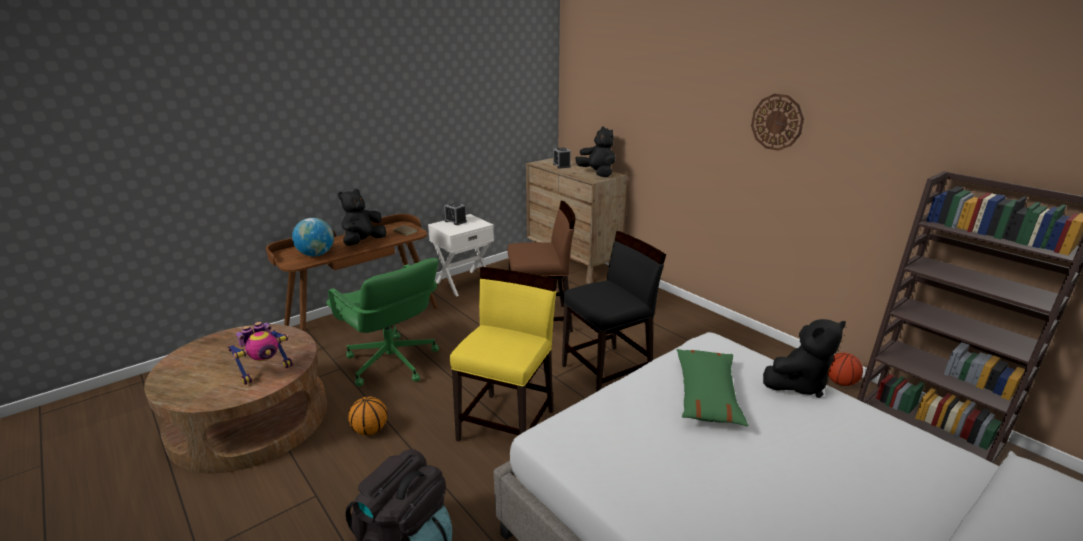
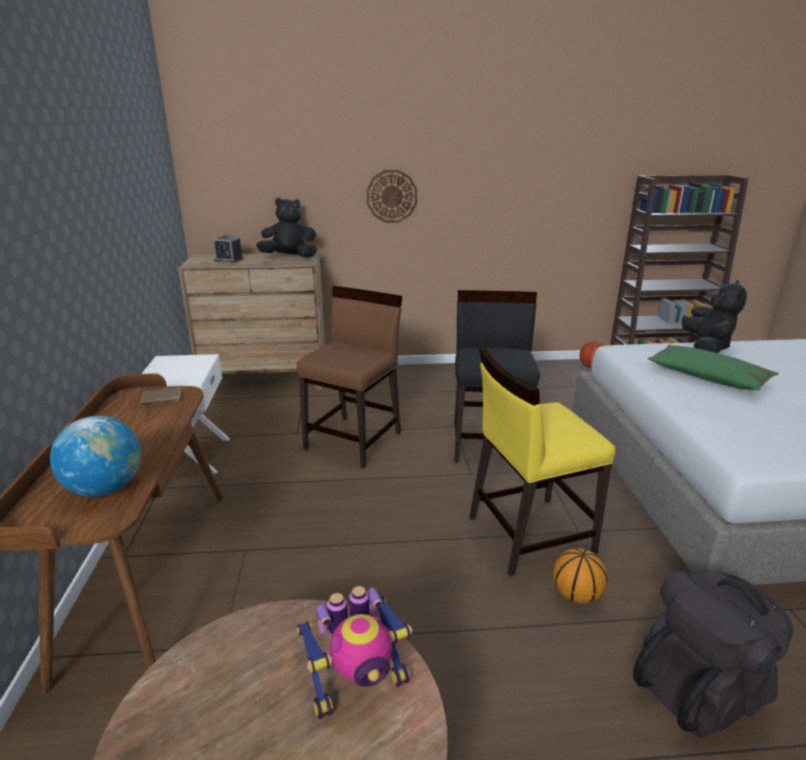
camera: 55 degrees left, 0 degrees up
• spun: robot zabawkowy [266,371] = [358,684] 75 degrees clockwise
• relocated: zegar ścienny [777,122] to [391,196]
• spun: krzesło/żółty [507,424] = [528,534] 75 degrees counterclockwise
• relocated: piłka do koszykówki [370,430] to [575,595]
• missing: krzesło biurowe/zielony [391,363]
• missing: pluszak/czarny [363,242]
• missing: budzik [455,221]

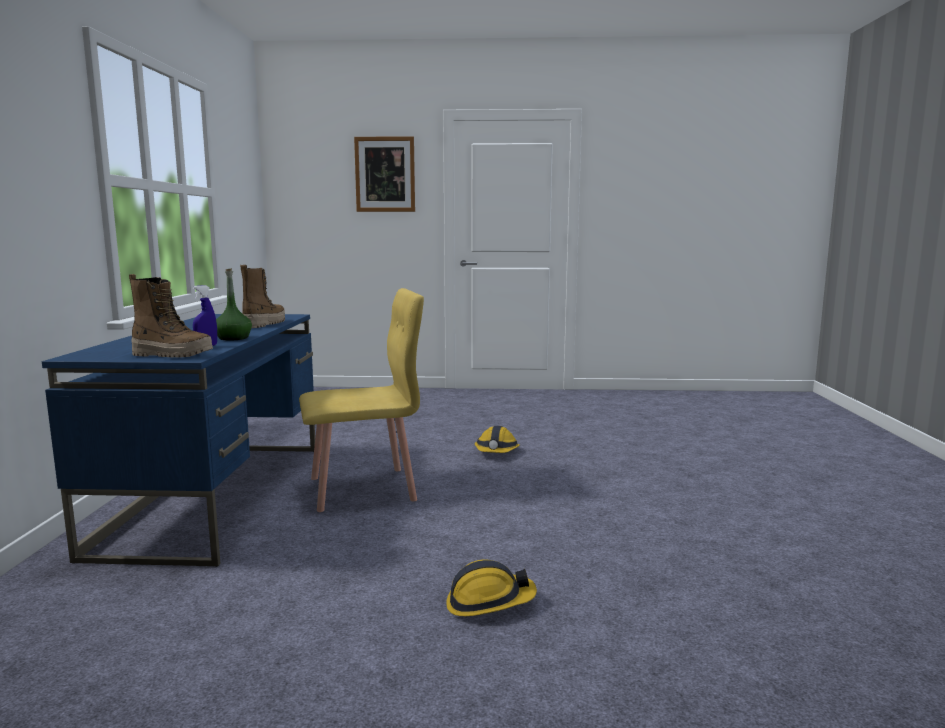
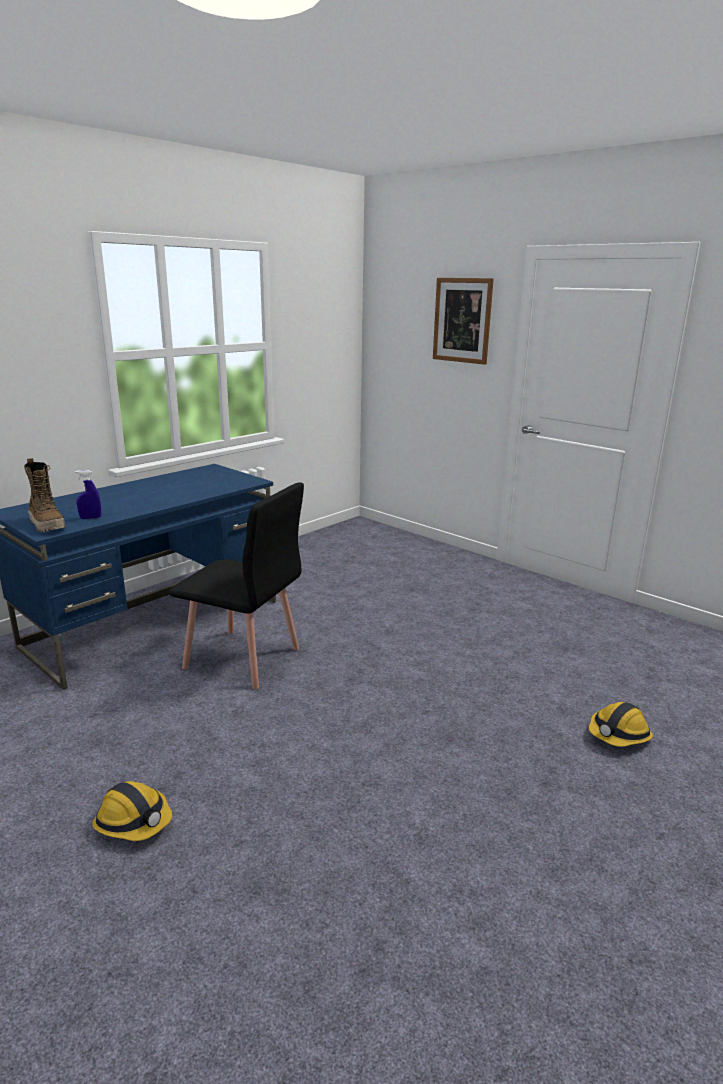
camera: 40 degrees right, 10 degrees up
• colour: krzesło/żółty [363,489] to krzesło/czarny [243,658]
• relocated: kask [496,452] to [618,735]
• missing: butelka/zielony [233,338]
• missing: but z cholewką [264,324]

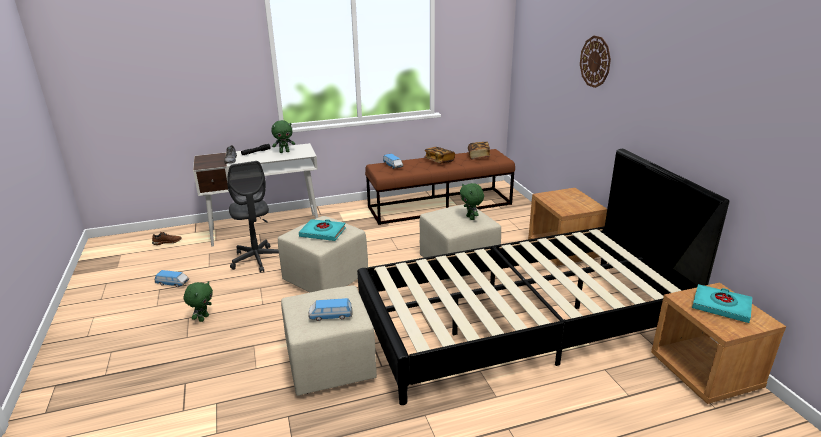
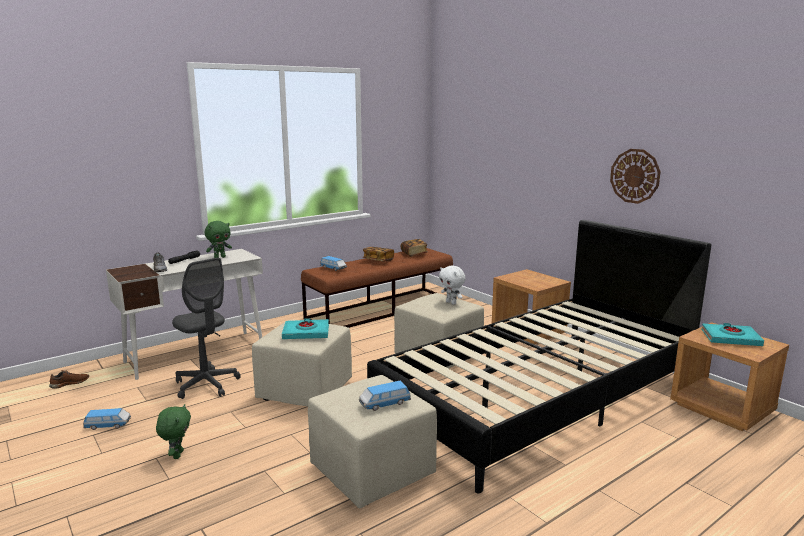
camera: 20 degrees left, 10 degrees down
• colour: pluszak/zielony [471,218] to pluszak/biały [451,303]
• relocated: zegar ścienny [595,61] to [635,176]

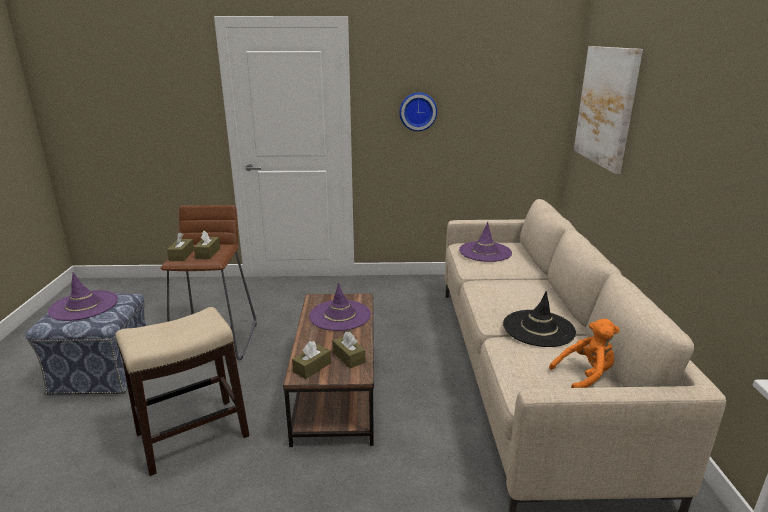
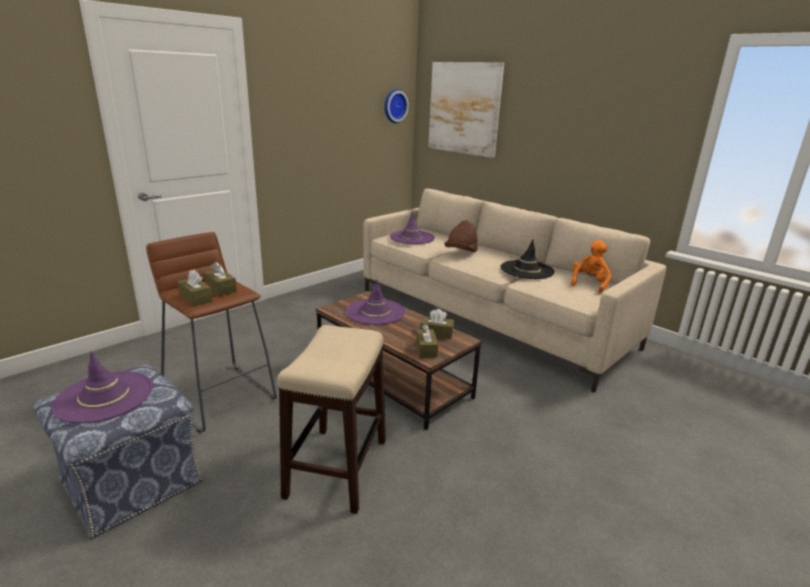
camera: 45 degrees left, 0 degrees up
• relocated: zegar ścienny [418,111] to [394,106]
• appeared: kapelusz/brązowy [461,252]

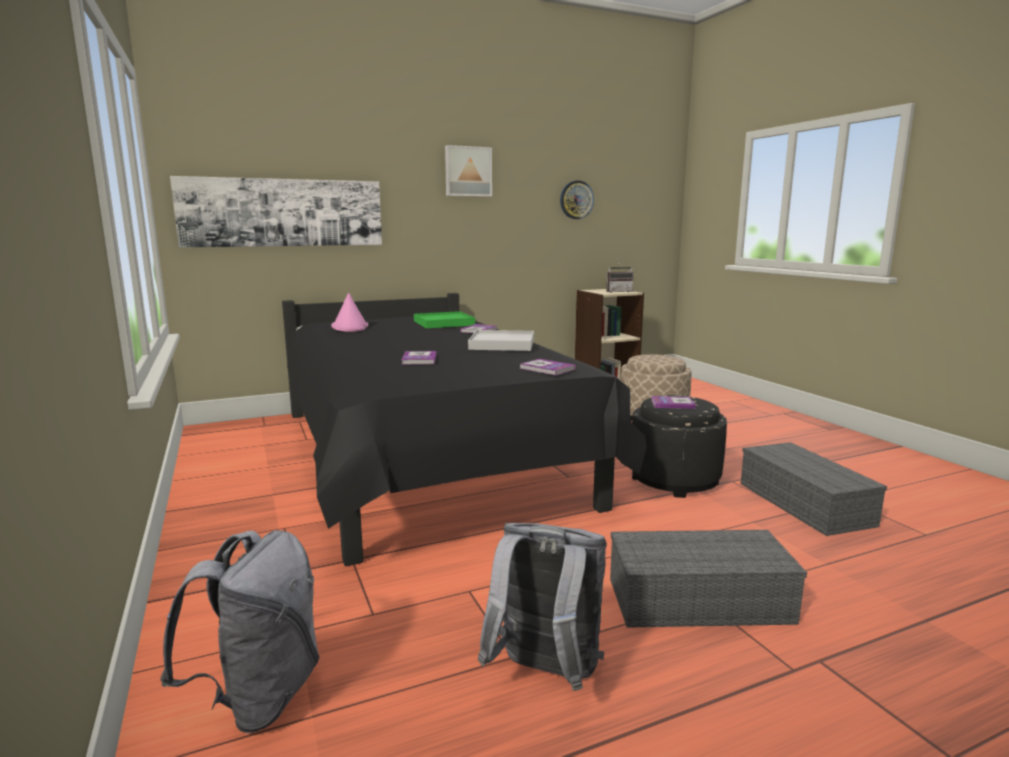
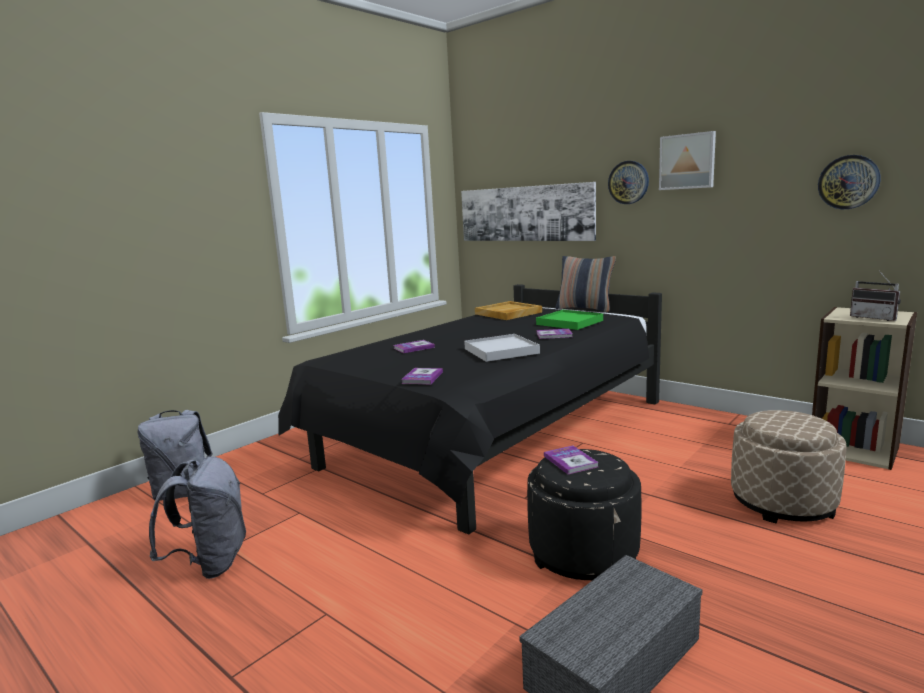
camera: 65 degrees right, 0 degrees up
• exchanged: kapelusz/różowy [350,327] to taca/beżowy [508,313]
• appeared: poduszka [584,309]
• appeared: zegar ścienny [628,182]
• missing: pojemnik do przechowywania/szary [696,601]

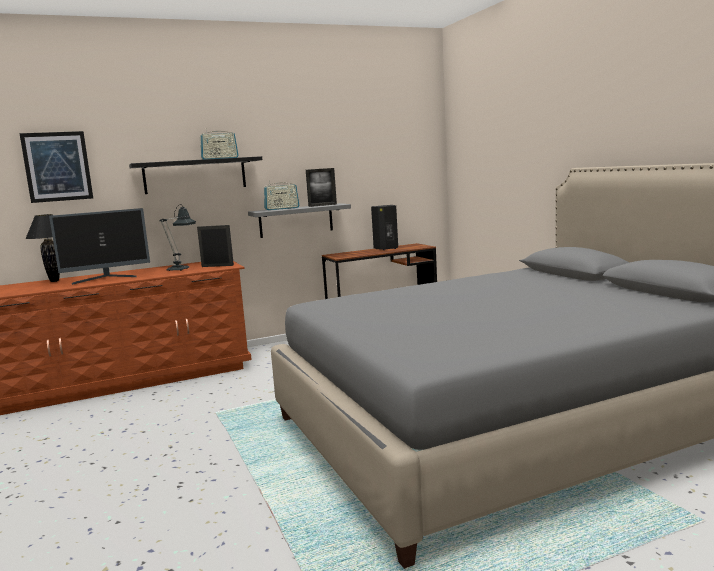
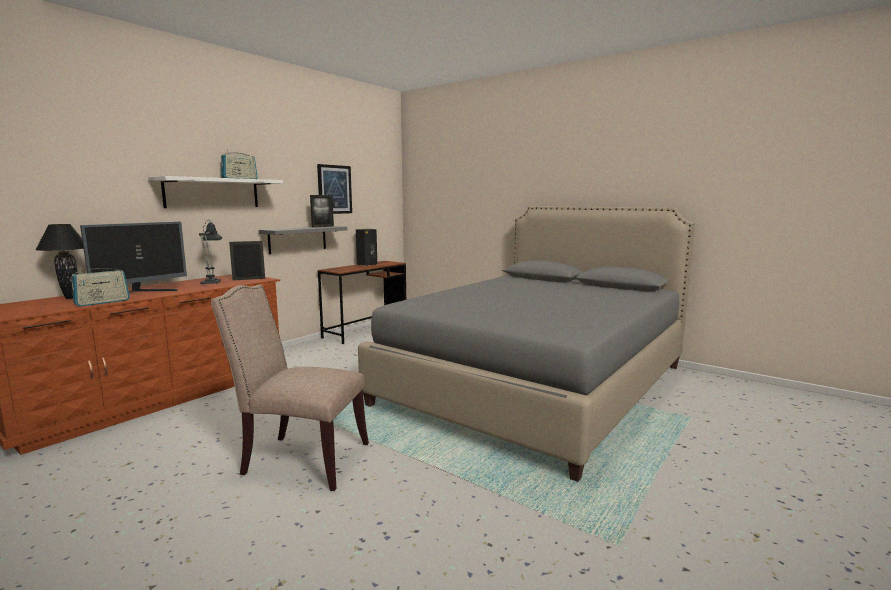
camera: 30 degrees left, 0 degrees up
• relocated: radio [282,209] to [102,302]
• colour: półka/czarny [195,175] to półka/biały [212,193]
• appeared: krzesło/beżowy [300,459]
• relocated: obraz [57,166] to [334,189]

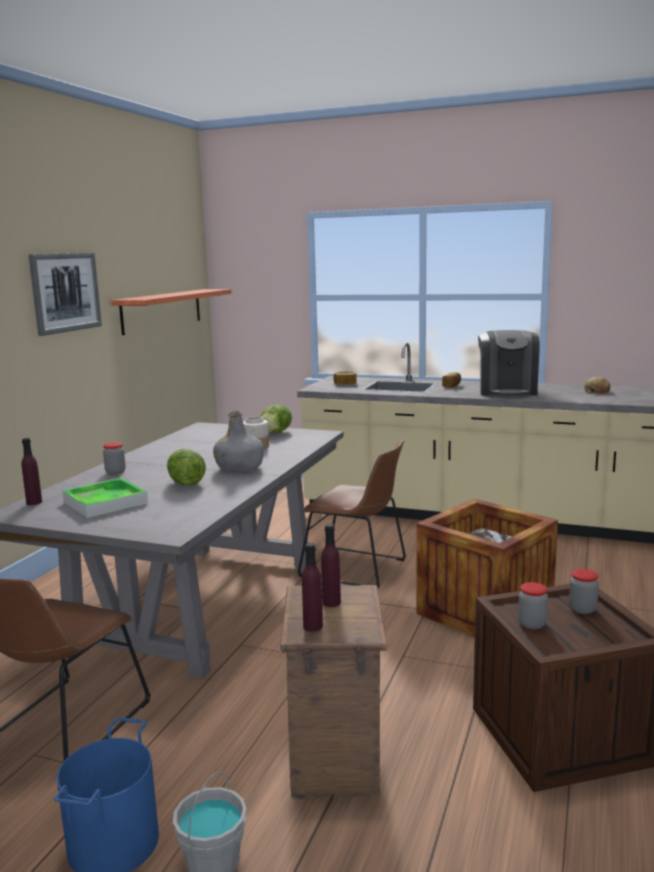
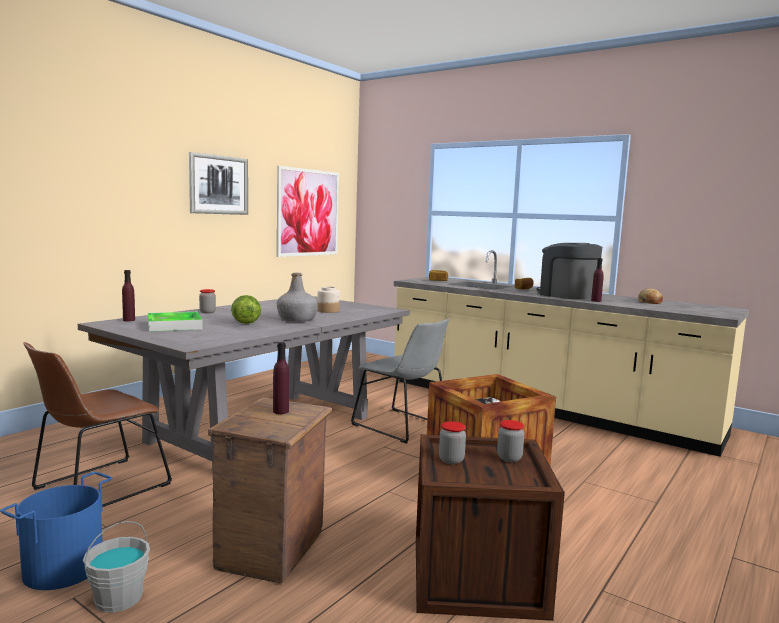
camera: 15 degrees right, 5 degrees down
• exchanged: półka [162,310] to obraz [308,212]
• colour: krzesło/brązowy [357,569] to krzesło/szary [402,426]
• spun: ekspres do kawy [507,391] = [566,295] 120 degrees clockwise
• relocated: butelka/fioletowy [313,626] to [596,301]
• missing: sałata [275,432]

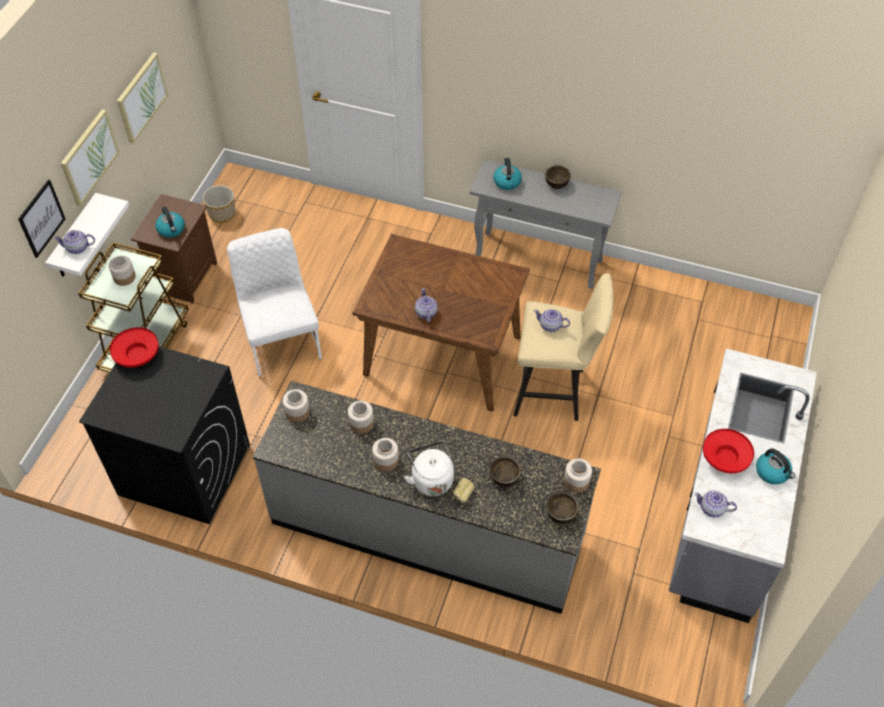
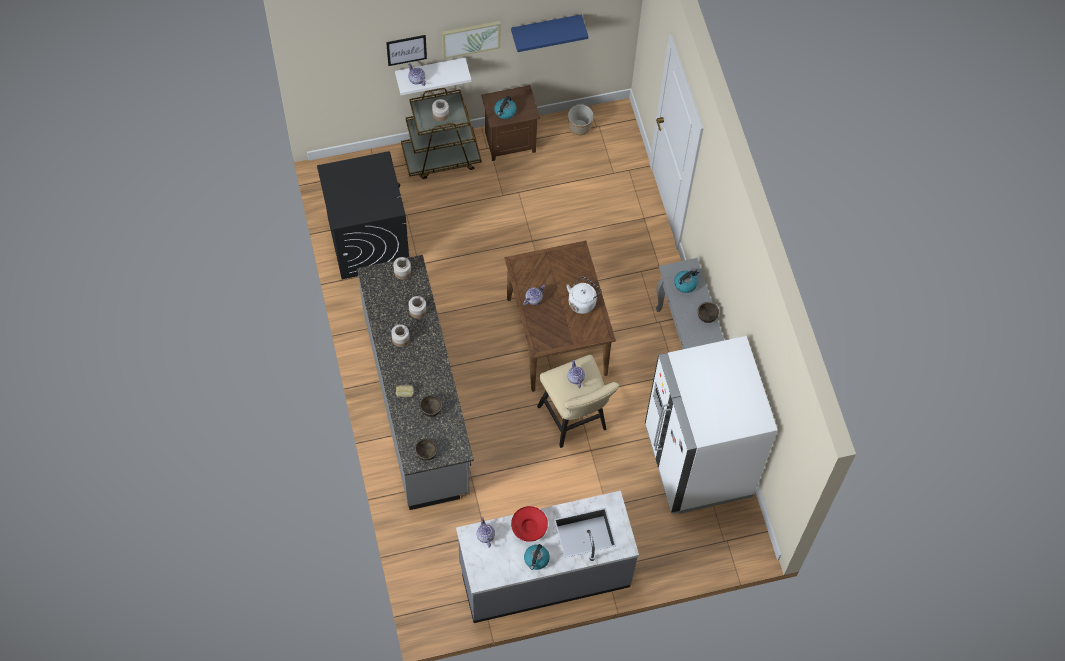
camera: 55 degrees right, 10 degrees up
• exchanged: obraz [141,97] to półka/niebieski [546,28]
• relocated: czajnik/biały [431,478] to [583,301]
• appeared: lodówka/biały [697,462]
• missing: miska/czerwony [137,355]
• missing: krzesło/biały [281,340]
• missing: słoik [576,481]

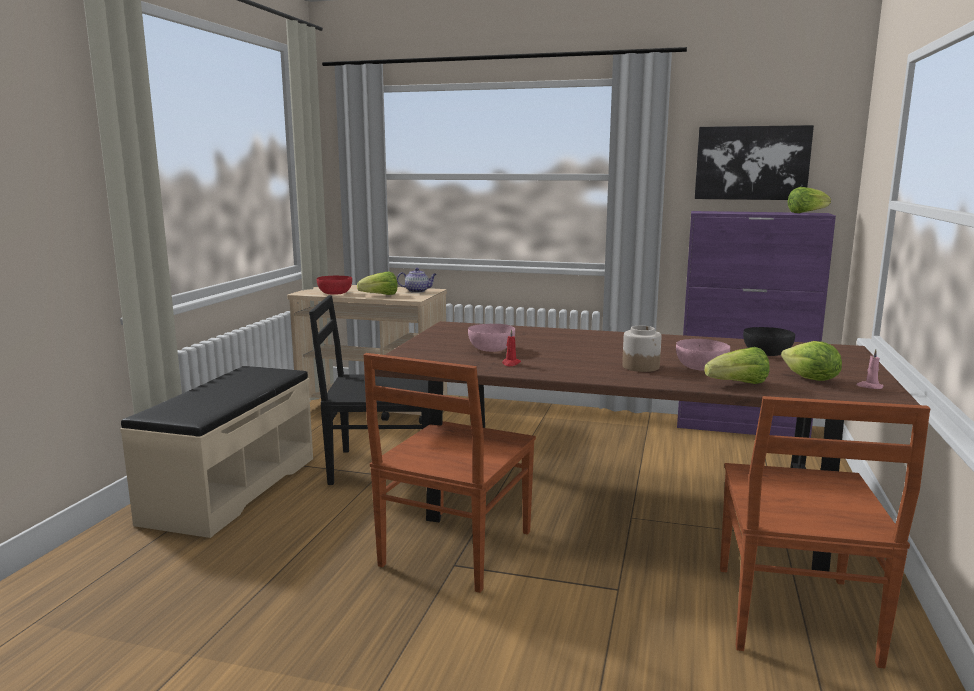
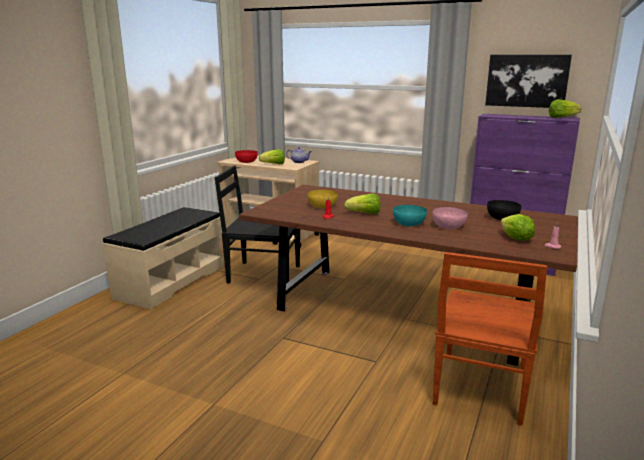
camera: 10 degrees right, 5 degrees up
• colour: miska/różowy [491,349] to miska/żółty [322,206]
• relocated: sałata [738,384] to [364,214]
• exchanged: słoik [641,367] to miska/turkusowy [409,223]
• missing: krzesło/brązowy [454,550]

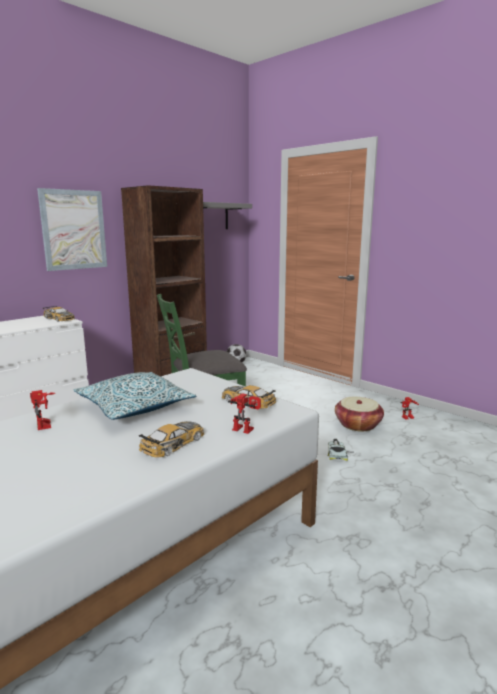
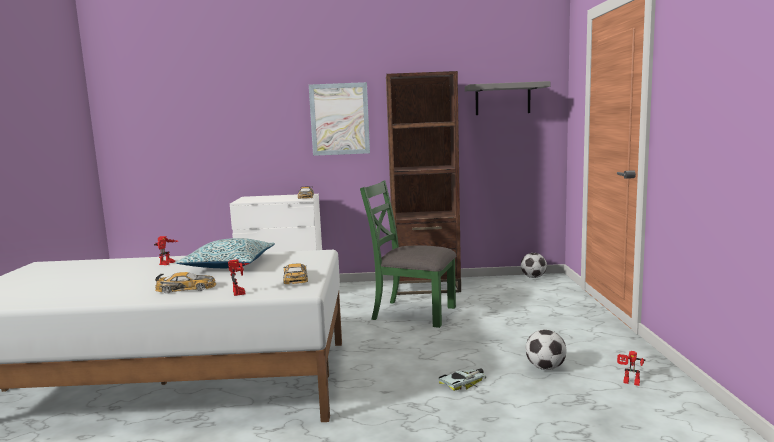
camera: 45 degrees right, 5 degrees down
• exchanged: koszyk [358,425] to piłka futbolowa [545,368]

